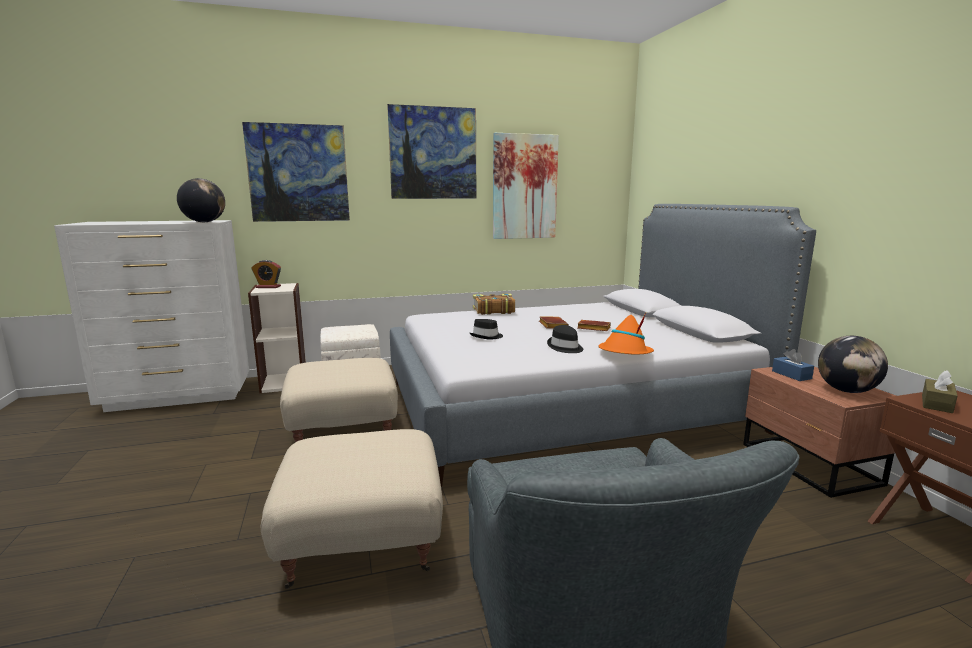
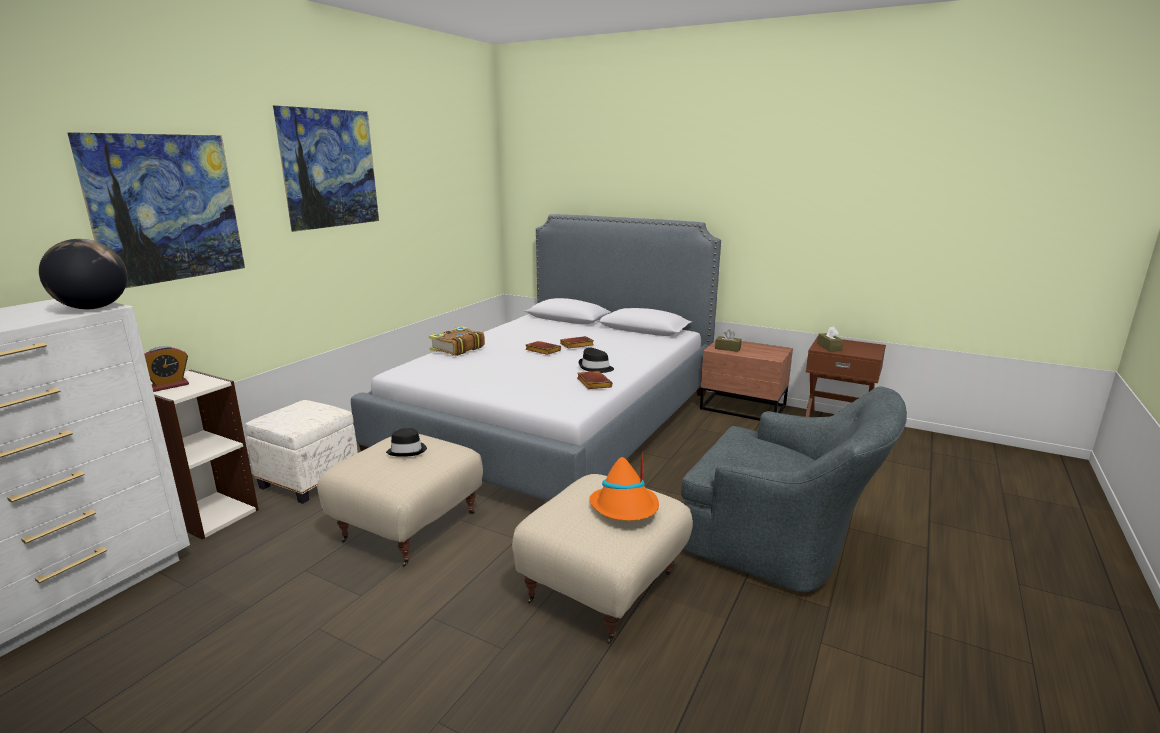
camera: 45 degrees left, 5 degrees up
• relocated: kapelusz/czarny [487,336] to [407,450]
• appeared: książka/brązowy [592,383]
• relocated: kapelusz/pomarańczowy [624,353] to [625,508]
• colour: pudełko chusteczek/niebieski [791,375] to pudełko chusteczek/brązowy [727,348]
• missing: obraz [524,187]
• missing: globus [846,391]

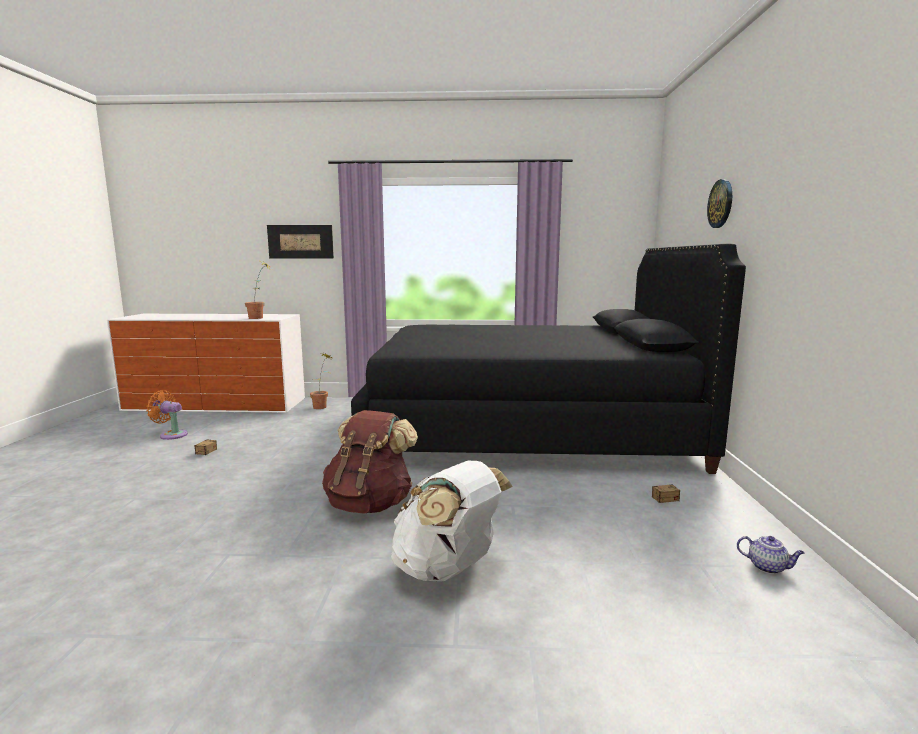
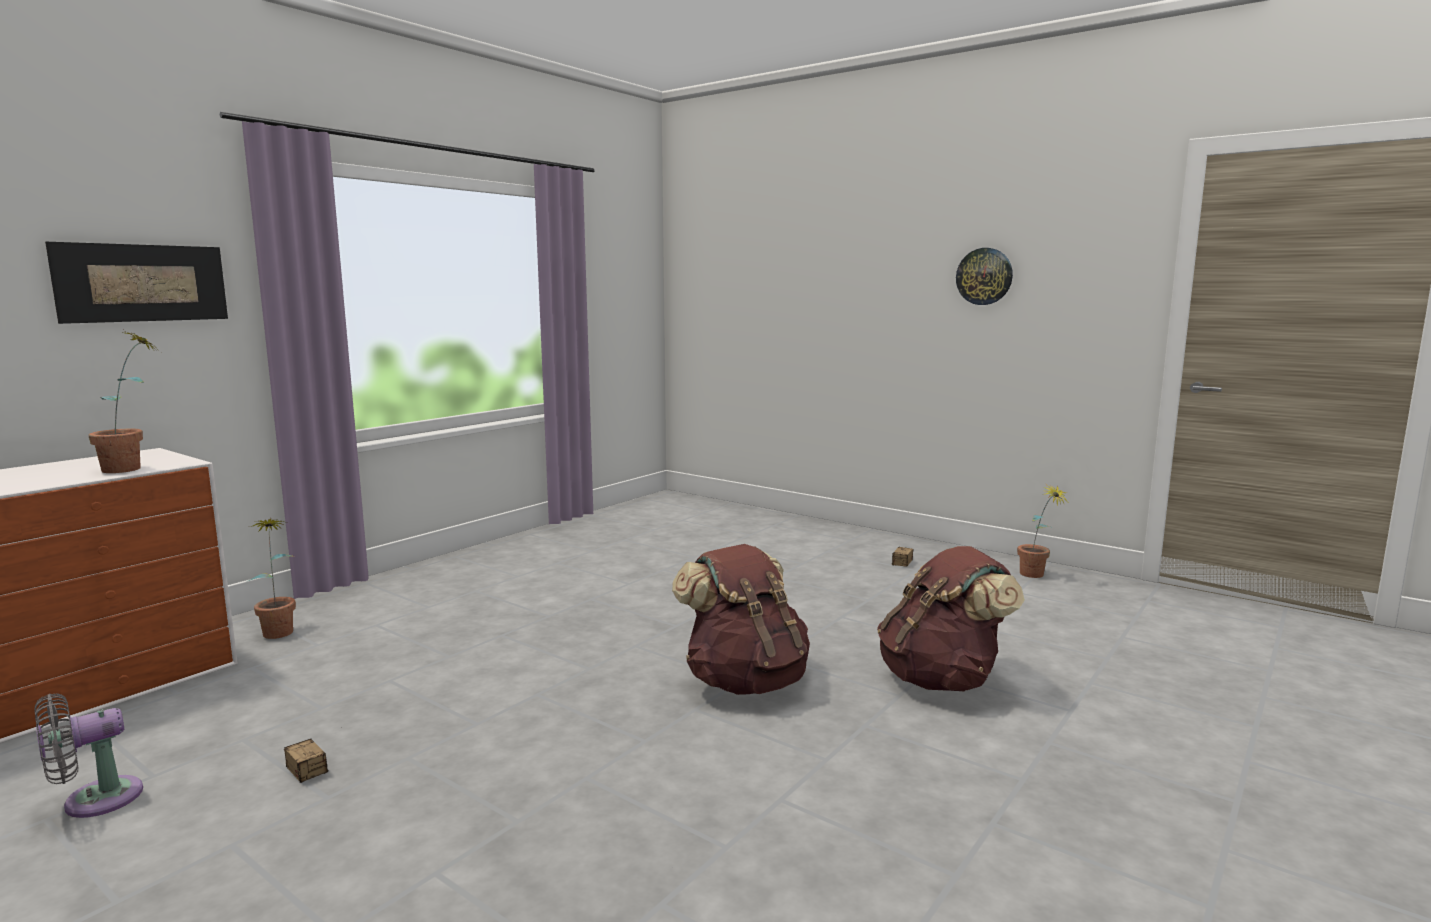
camera: 55 degrees left, 0 degrees up
• colour: wentylator/pomarańczowy [171,435] to wentylator/szary [94,800]
• colour: plecak/biały [447,569] to plecak/brązowy [942,680]
• relocated: zegar ścienny [721,203] to [984,276]
• exchanged: imbryk [768,567] to roślina doniczkowa [1036,576]
• missing: łóżko/czarny [524,429]

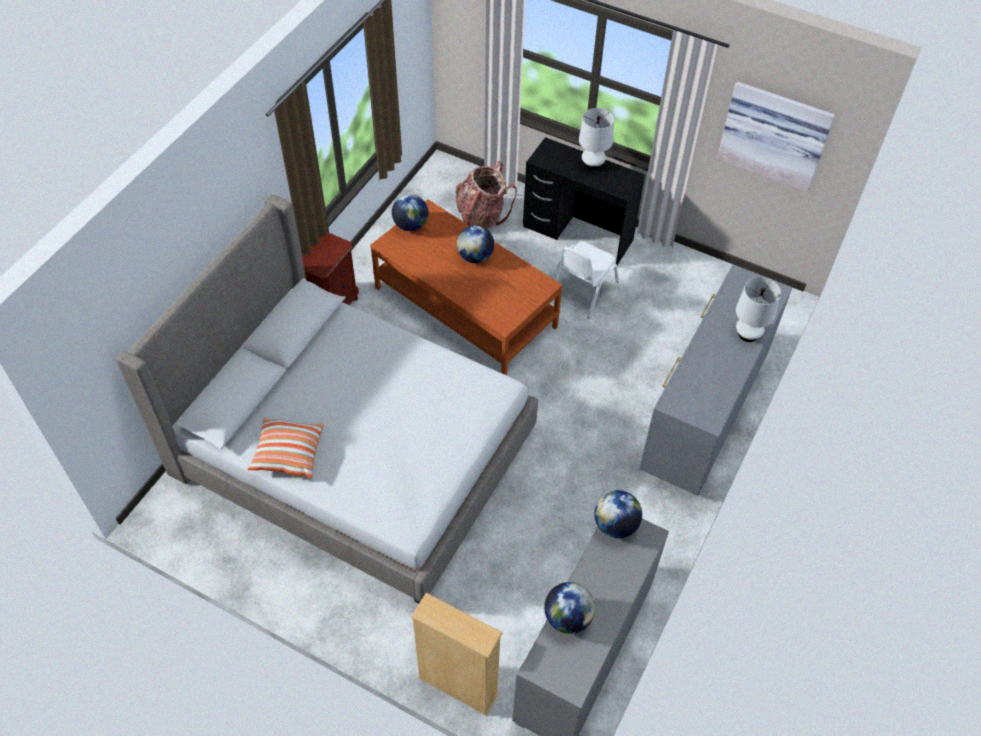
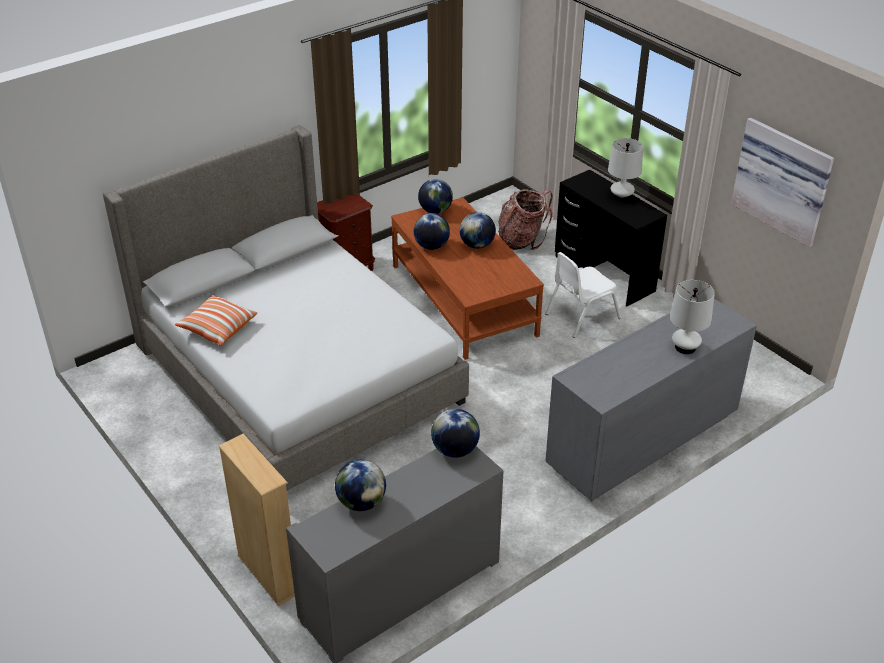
camera: 25 degrees right, 15 degrees down
• appeared: globus [431,246]

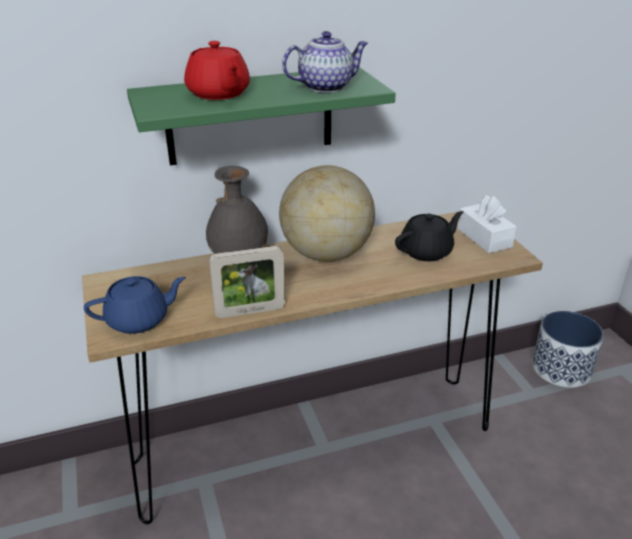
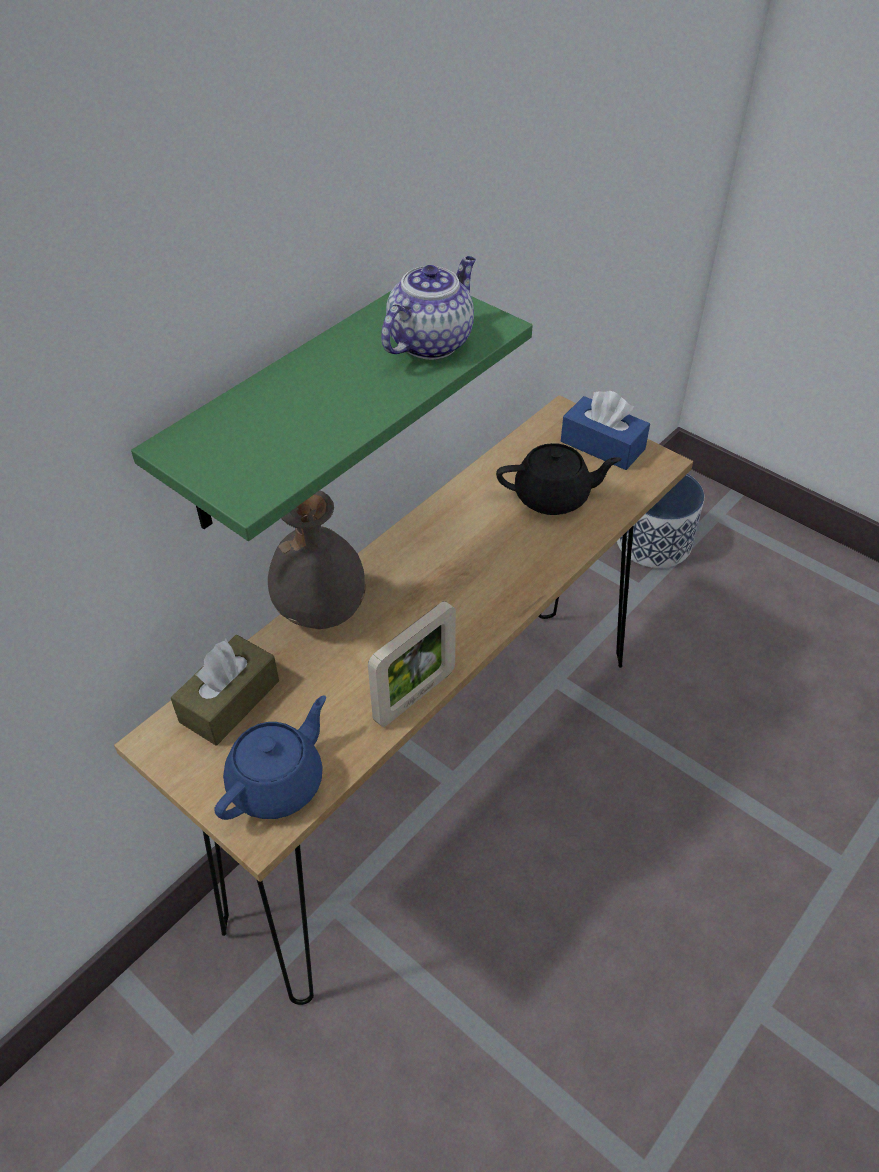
camera: 30 degrees left, 15 degrees up
• appeared: pudełko chusteczek/brązowy [230,701]
• spun: imbryk/czarny [427,251] = [553,497] 60 degrees clockwise
• colour: pudełko chusteczek/biały [484,237] to pudełko chusteczek/niebieski [602,445]
• missing: imbryk/czerwony [218,94]
• missing: globus [326,254]

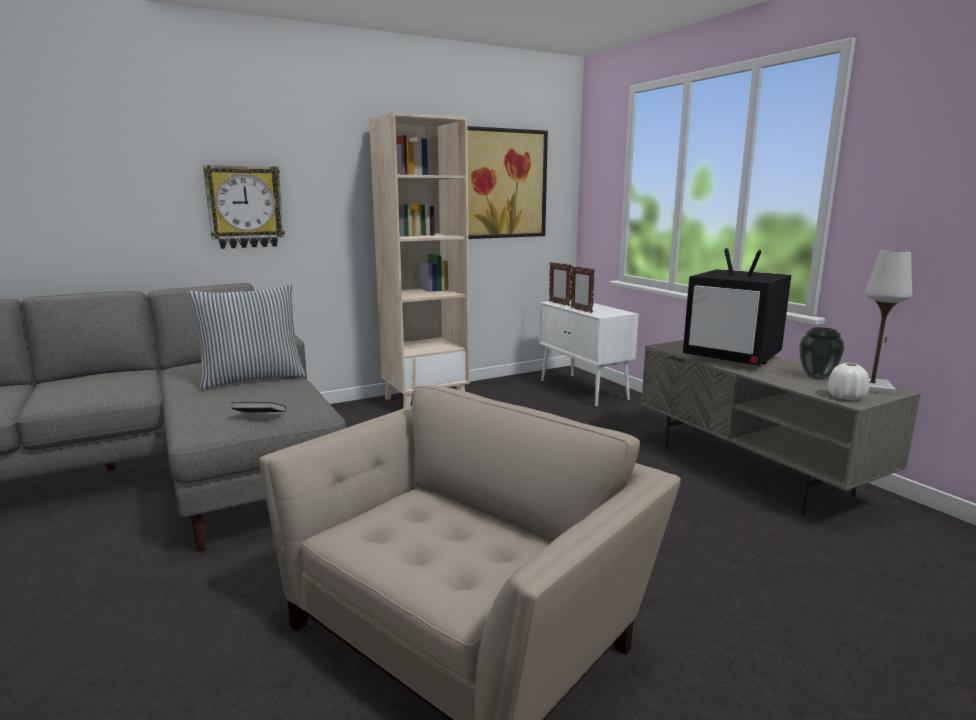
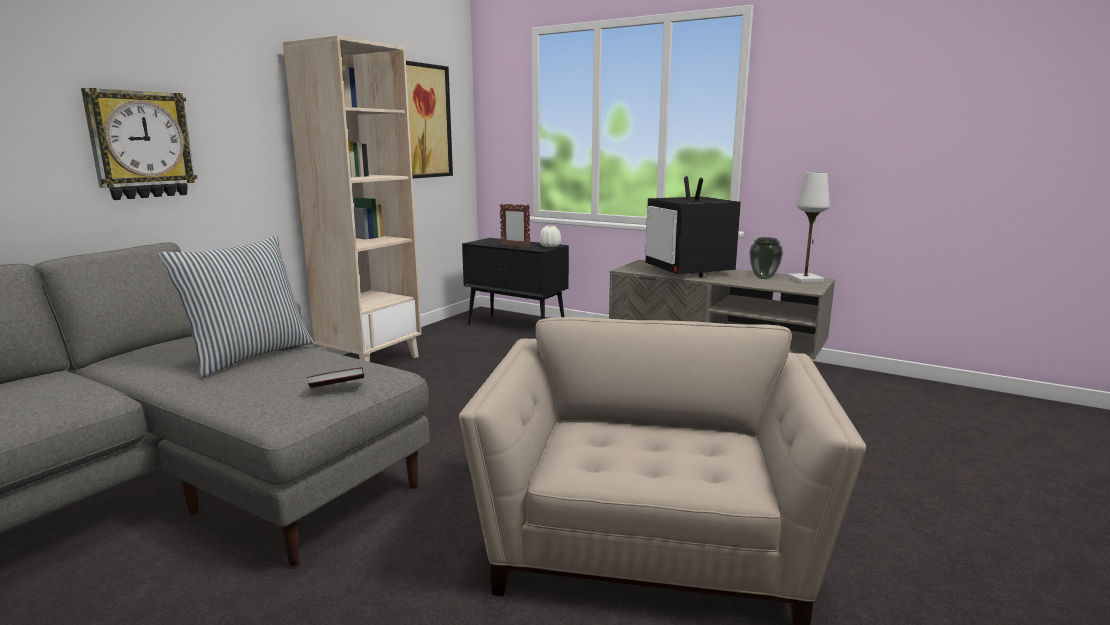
camera: 30 degrees left, 0 degrees up
• colour: szafka/biały [584,390] to szafka/czarny [517,326]
• relocated: wazon/biały [846,397] to [550,246]
• spun: telewizor [733,358] = [689,271] 60 degrees clockwise
• missing: ramka na zdjęcie [559,304]

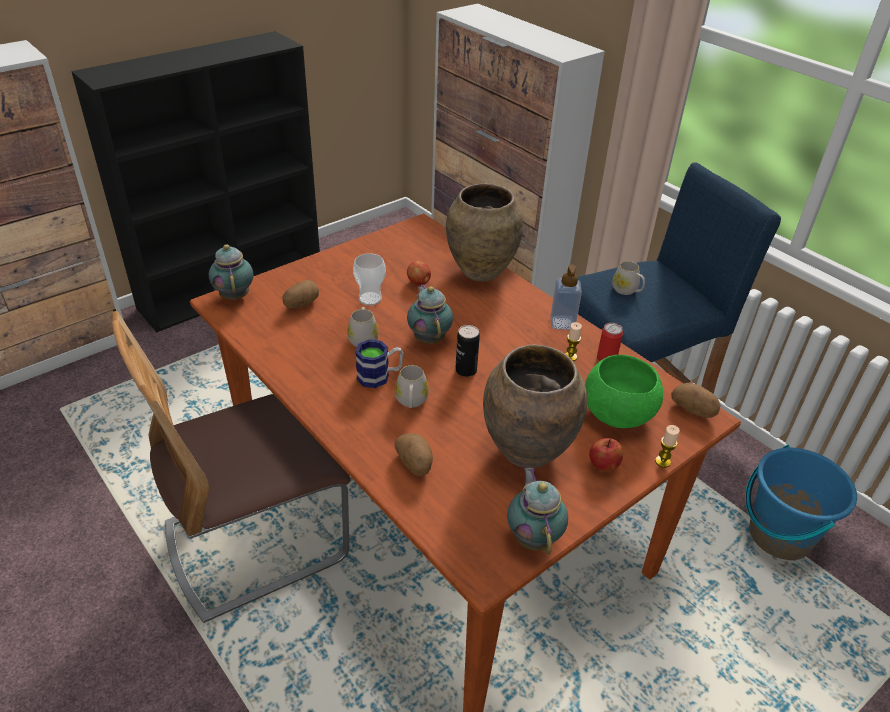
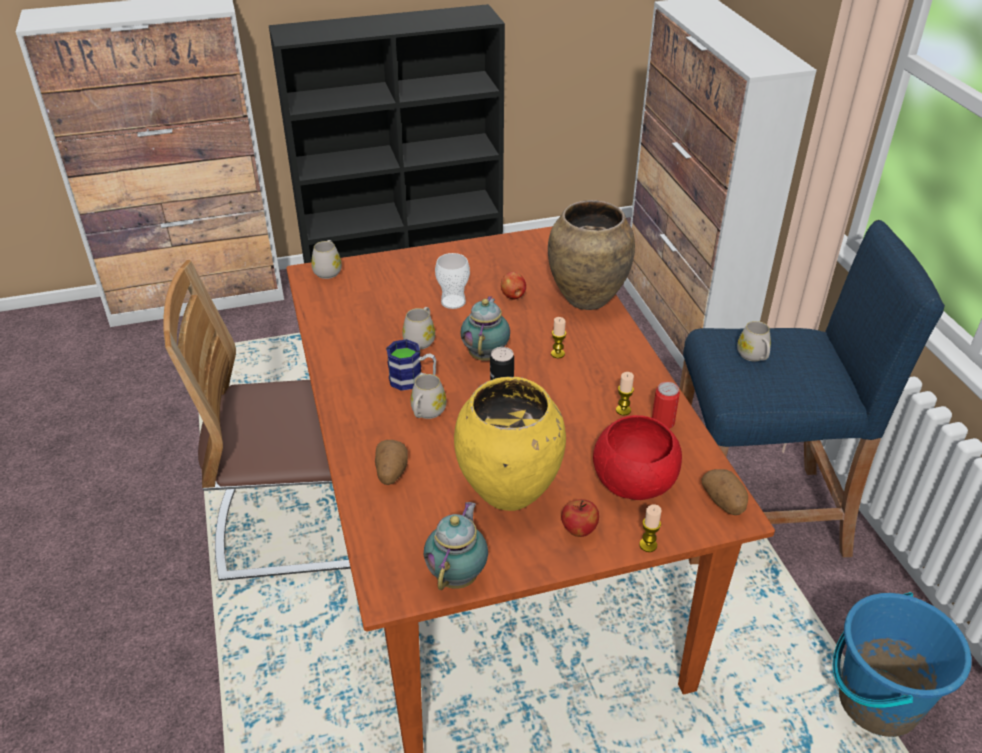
camera: 25 degrees right, 0 degrees up
• exchanged: imbryk [235,295] to kubek/biały [328,270]
• colour: wazon/brązowy [527,451] to wazon/żółty [510,492]
• appeared: świeca [557,354]
• colour: miska/zielony [618,414] to miska/czerwony [633,482]
• missing: ziemniak [301,304]
• missing: dozownik mydła [562,323]

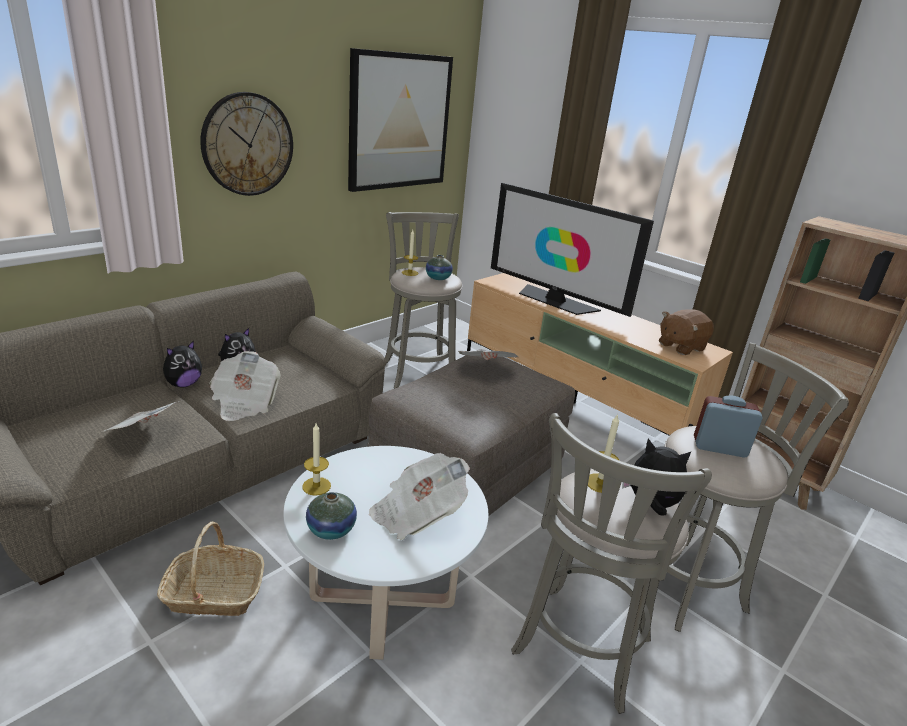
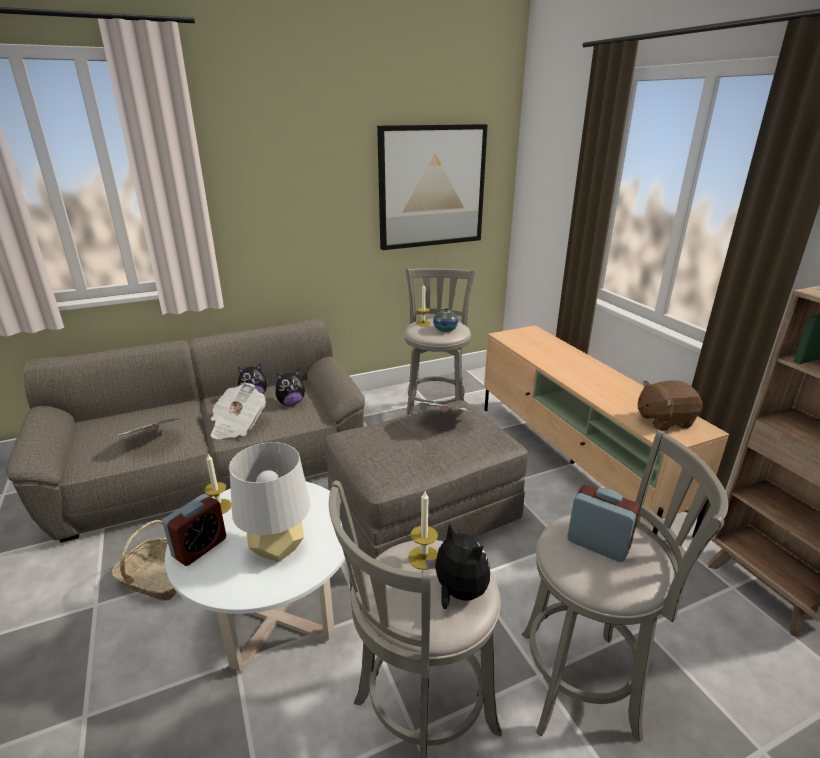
camera: 25 degrees right, 0 degrees up
• exchanged: wazon [331,529] to budzik [200,548]
• exchanged: gazeta [417,514] to lampa stołowa/szary [277,549]
• relocated: pluszak [183,384] to [291,403]
• missing: zegar ścienny [247,144]
• missing: telewizor [555,301]

